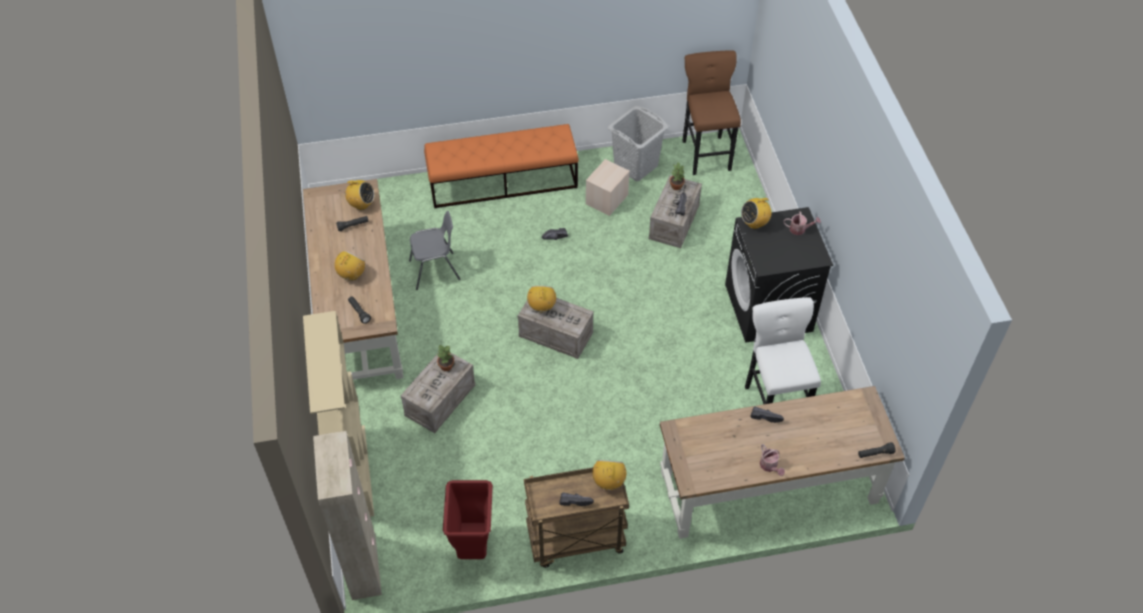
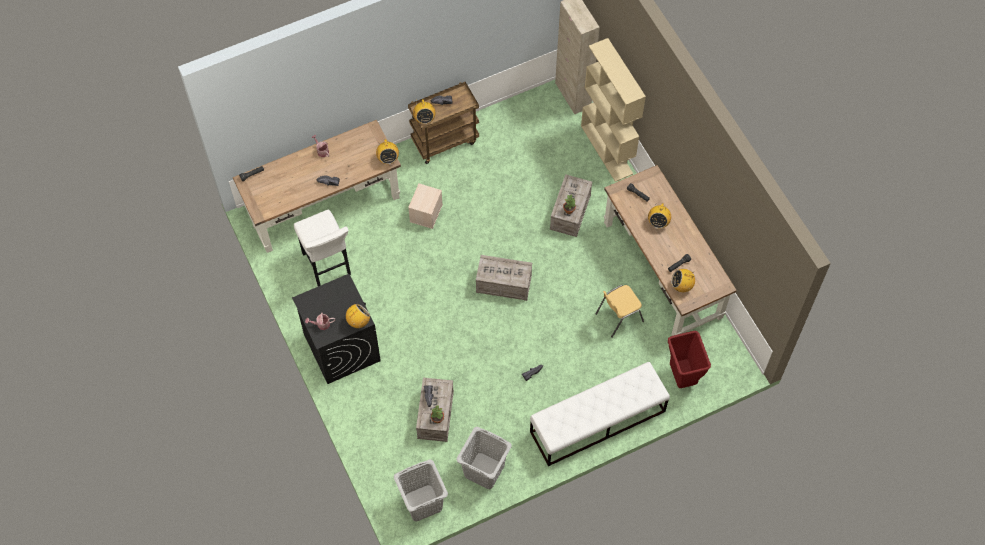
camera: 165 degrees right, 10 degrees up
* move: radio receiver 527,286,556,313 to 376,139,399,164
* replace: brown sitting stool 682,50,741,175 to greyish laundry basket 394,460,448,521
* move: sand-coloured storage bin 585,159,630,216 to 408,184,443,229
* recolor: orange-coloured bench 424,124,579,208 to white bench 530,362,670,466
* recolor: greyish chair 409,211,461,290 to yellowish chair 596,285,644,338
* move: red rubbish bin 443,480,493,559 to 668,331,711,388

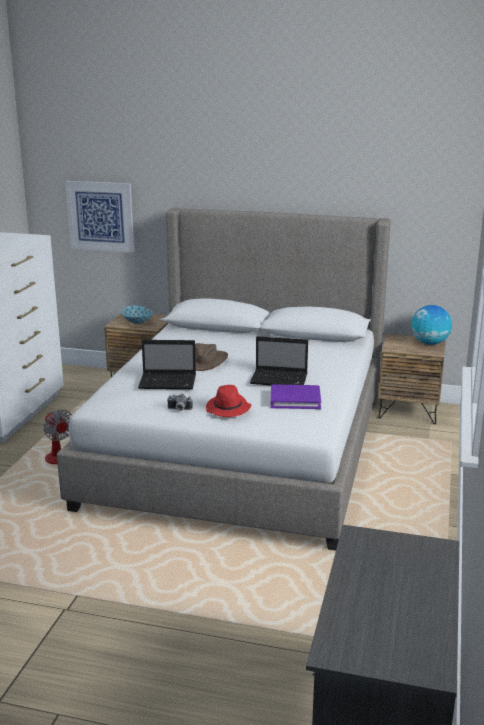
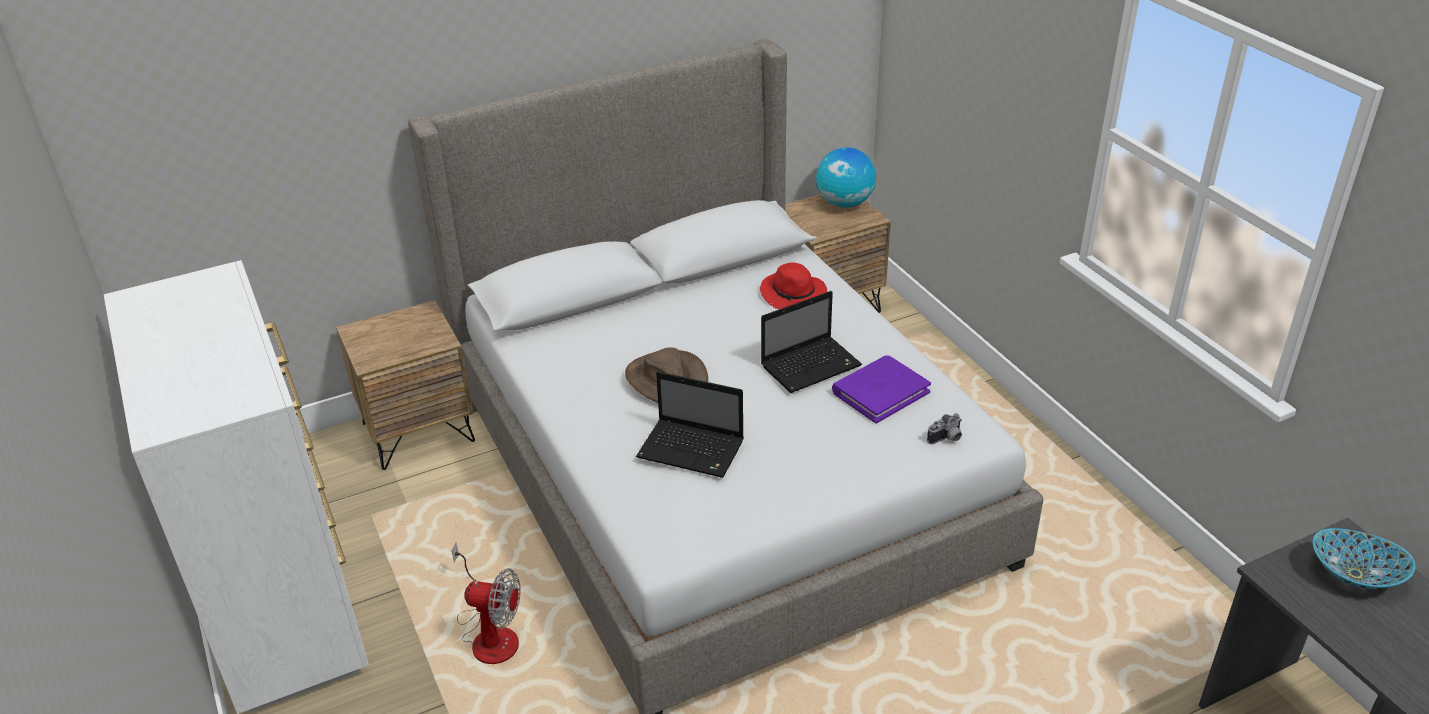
camera: 40 degrees left, 15 degrees up
* rotate: notebook computer 138,340,196,389 = 636,372,744,478 60 degrees clockwise
* move: red clothing hat 206,385,251,417 to 760,262,827,309
* move: still camera 168,394,193,411 to 927,413,962,444
* move: bowl 122,305,153,324 to 1312,528,1416,589
* delete: picture 65,181,134,253

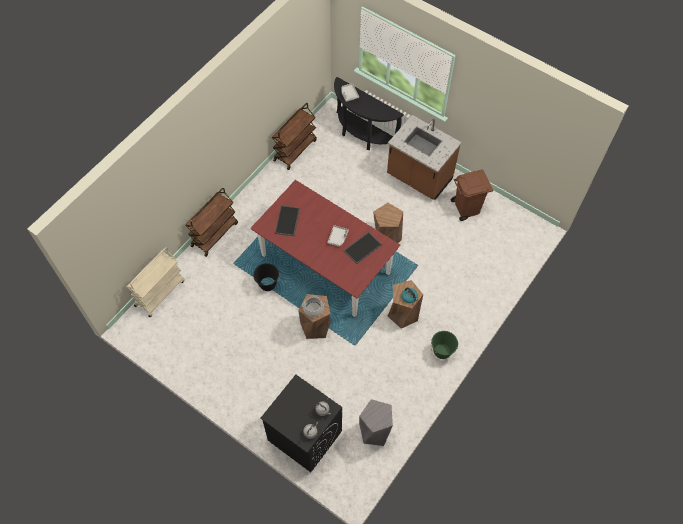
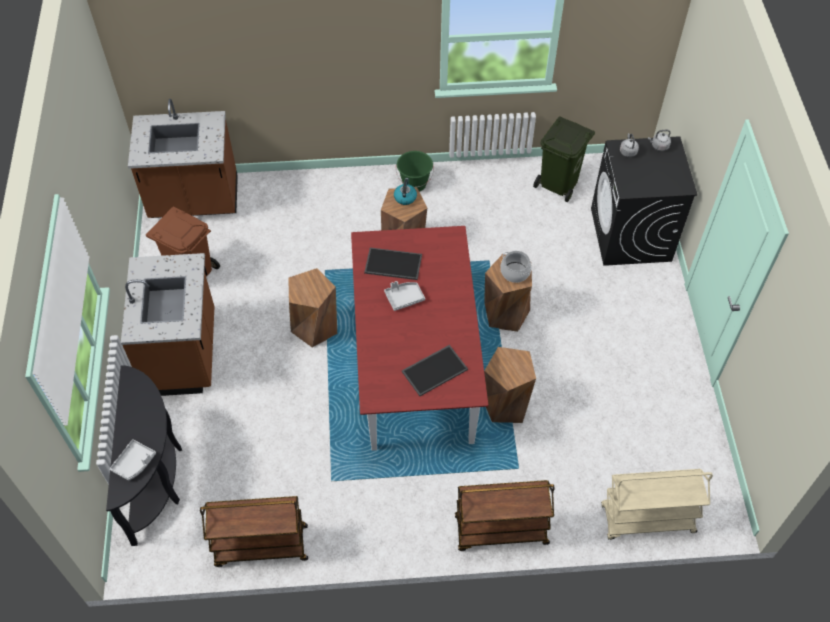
camera: 130 degrees left, 5 degrees down
* insert: brown counter 128,99,238,218
* replace: blackish bucket 253,263,280,291 to brown sitting stool 484,347,536,423
* replace: greyish sitting stool 359,399,393,446 to greenish rubbish bin 533,116,595,202

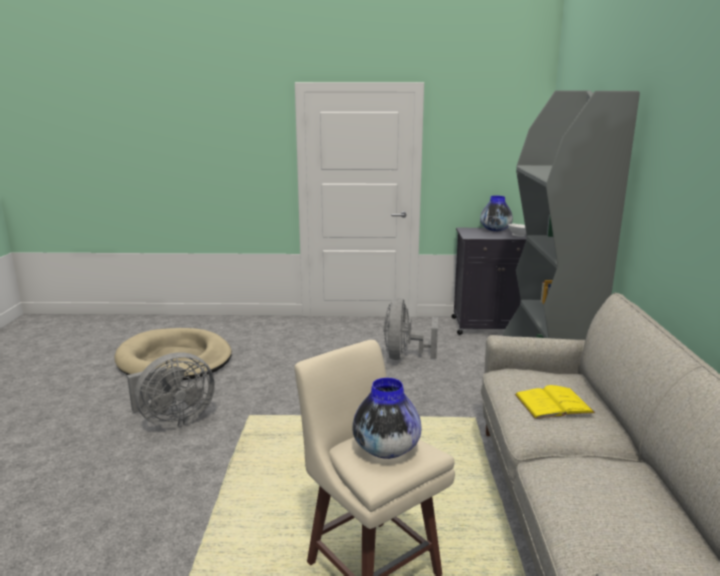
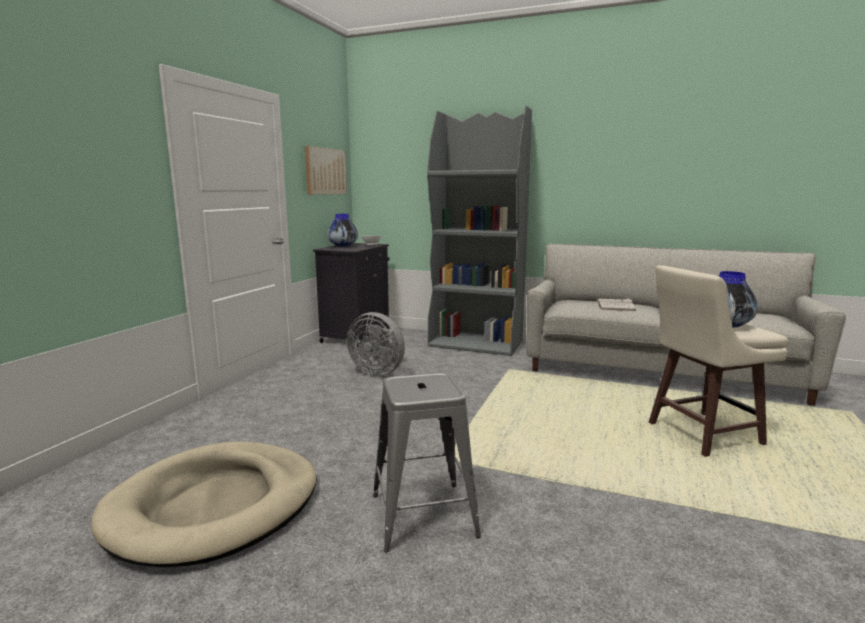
camera: 70 degrees left, 5 degrees down
* insert: picture 305,146,347,195
* replace: greyish fan 127,352,215,428 to greyish sitting stool 373,373,481,552
* recolor: yellowish bound book 515,385,595,419 to white bound book 596,298,636,311

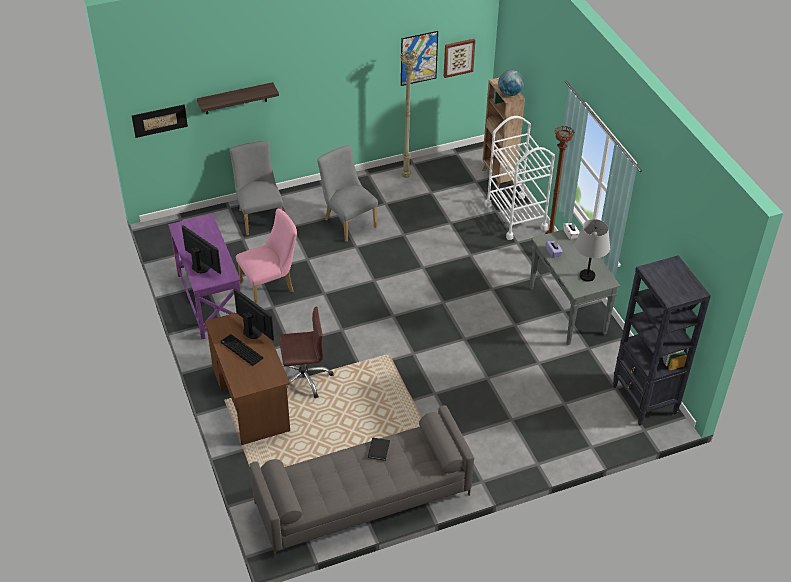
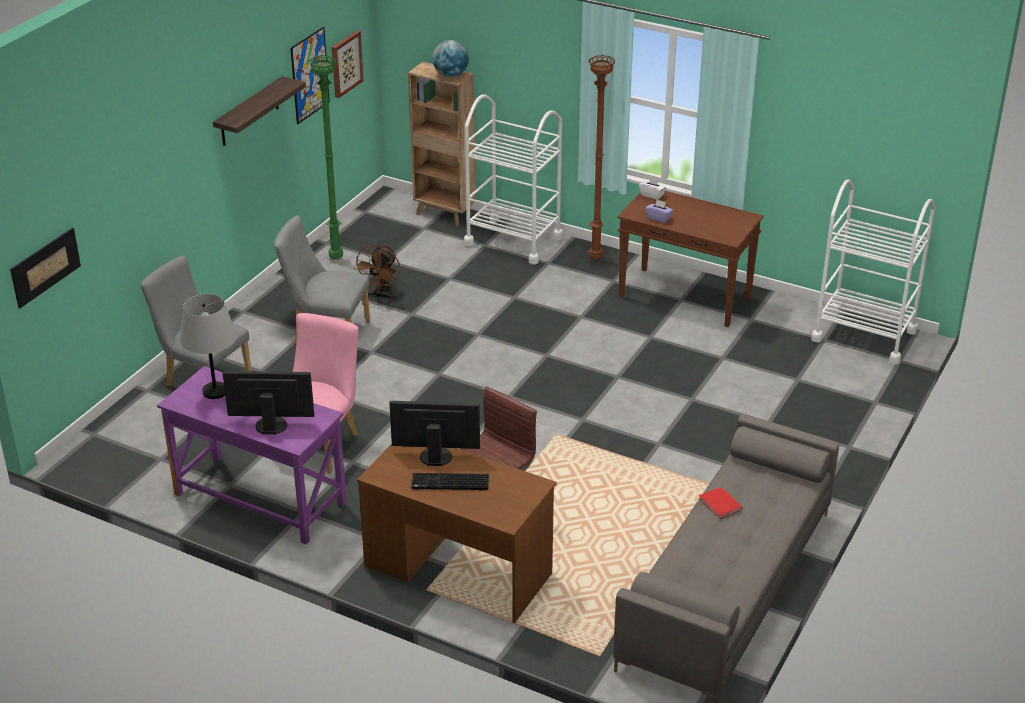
camera: 40 degrees left, 10 degrees down
* move: greyish lamp for a table 575,219,610,282 to 180,294,237,399
* move: shelf 197,82,279,114 to 213,76,306,146
* recolor: sand-coloured standing lamp 400,50,418,178 to greenish standing lamp 309,55,343,260
* insert: brown fan 354,245,401,301
* recolor: greyish console table 530,226,620,345 to brown console table 617,191,764,327
* recolor: blackish bound book 368,437,390,461 to red bound book 699,487,742,519
* replace: blackish bookshelf 613,255,711,426 to white cart 811,180,935,364

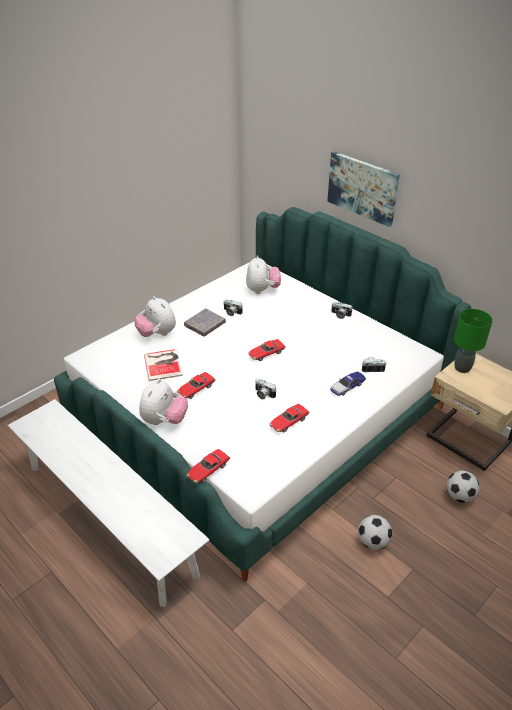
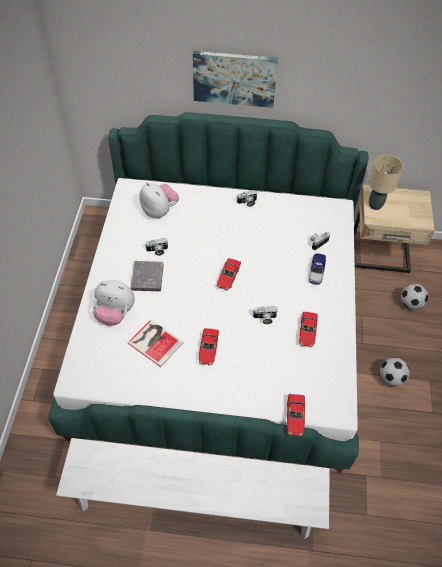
camera: 40 degrees left, 15 degrees up
* recolor: greenish lamp for a table 454,309,493,373 to sand-coloured lamp for a table 369,155,403,210
* delete: cuddly toy 139,379,188,425

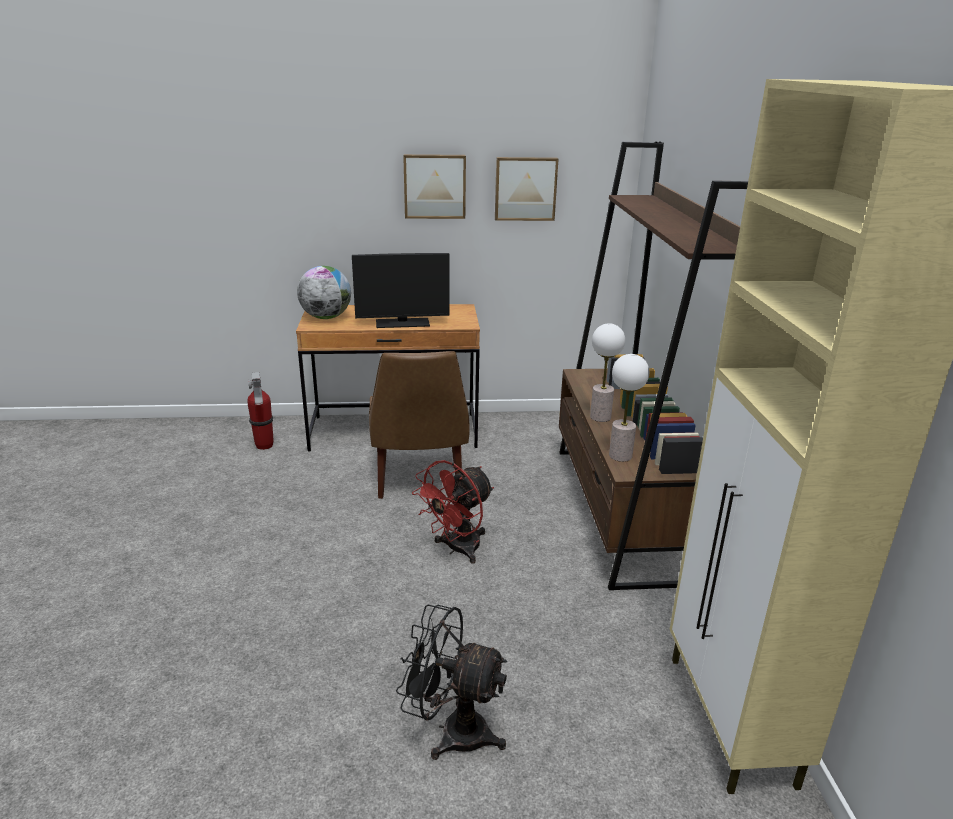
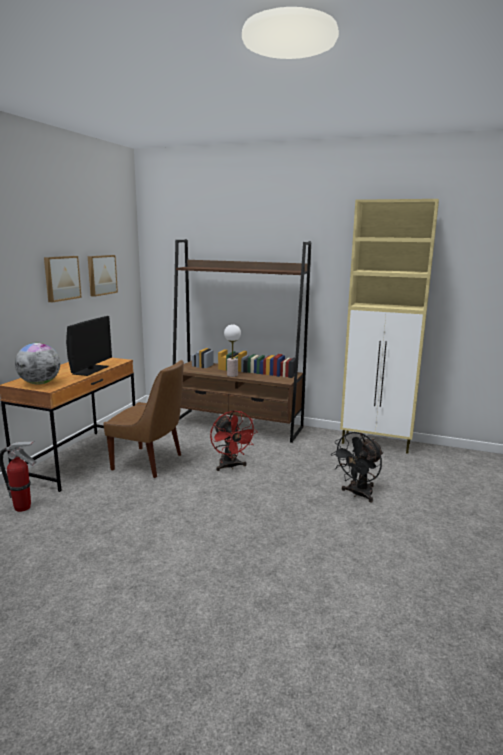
camera: 65 degrees left, 10 degrees down
* delete: lamp for a table 609,354,649,462

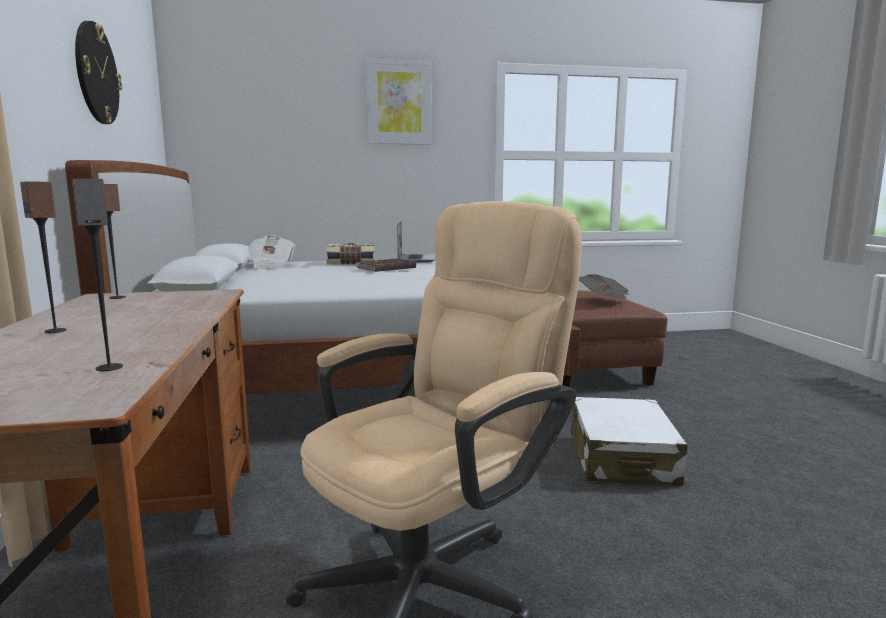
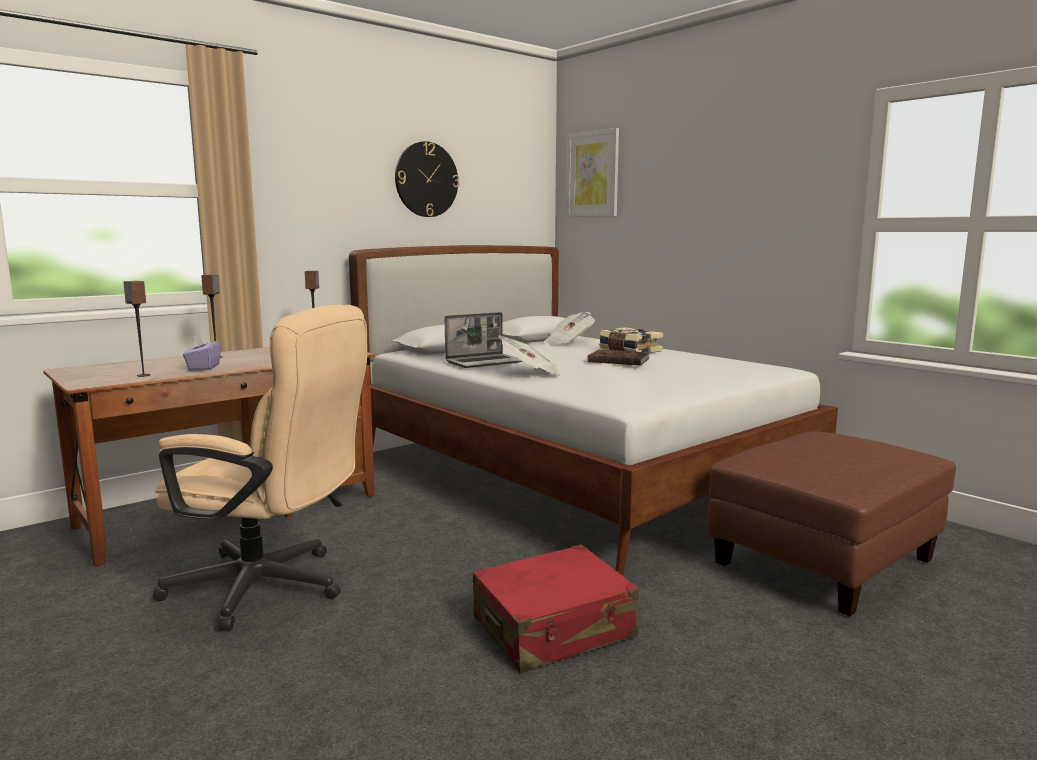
camera: 60 degrees right, 0 degrees up
* insert: purple-coloured tissue box 183,334,221,370
* move: notebook computer 397,221,435,263 to 445,312,522,368
* recolor: white travel case 571,397,688,486 to red travel case 473,544,639,673
* move: newspaper 579,274,629,299 to 498,335,560,376
* move: picture 366,59,432,145 to 566,128,619,217

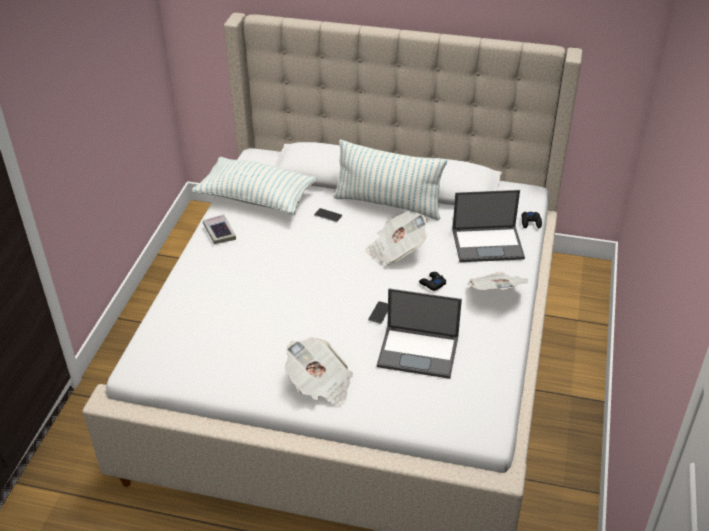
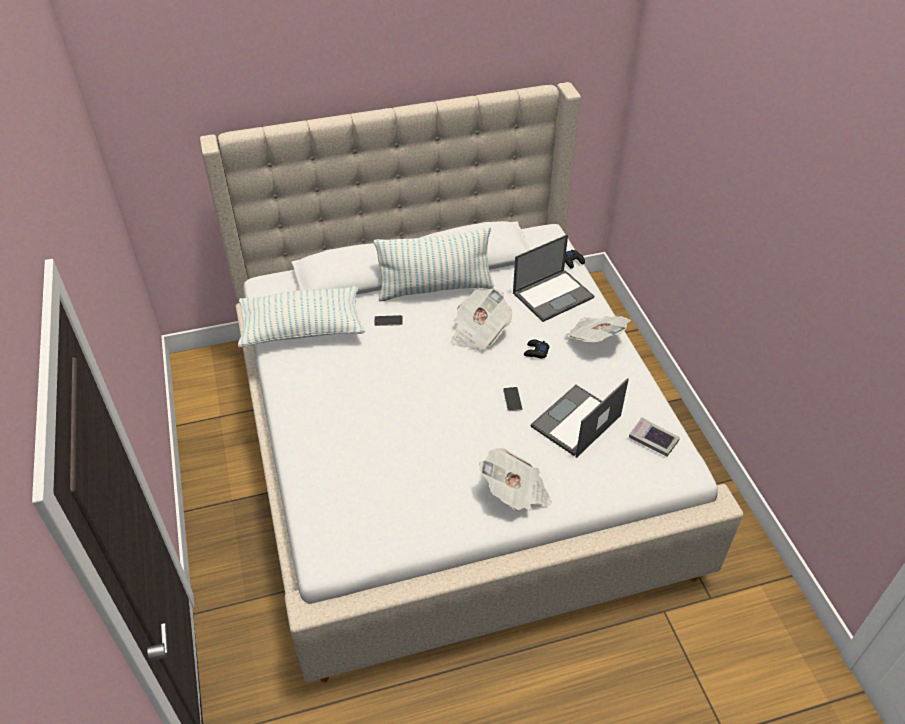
camera: 30 degrees left, 5 degrees up
* rotate: notebook computer 377,289,462,379 = 530,378,629,458 150 degrees clockwise
* move: bound book 203,214,236,244 to 629,417,680,457

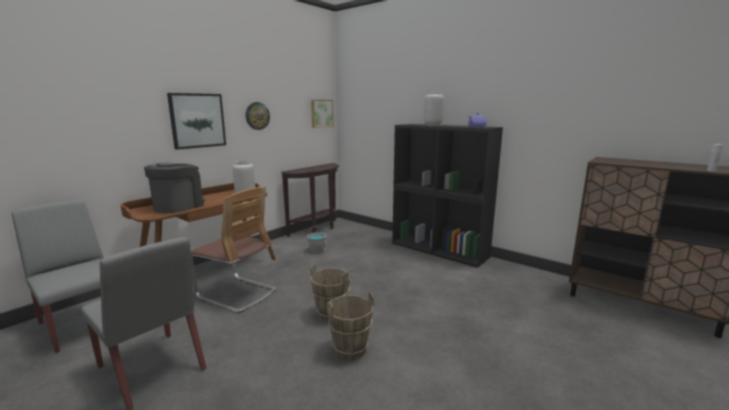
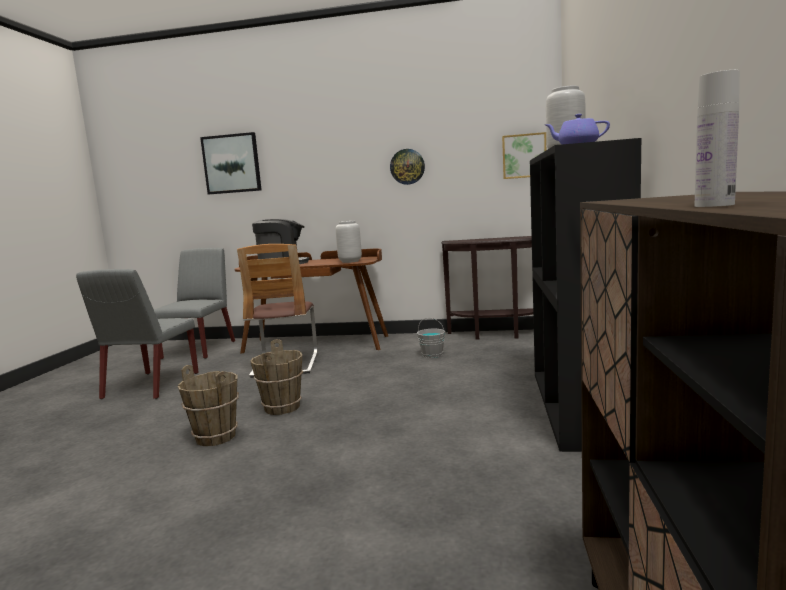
camera: 60 degrees right, 5 degrees down
* move: picture 167,93,226,150 to 200,132,262,194

